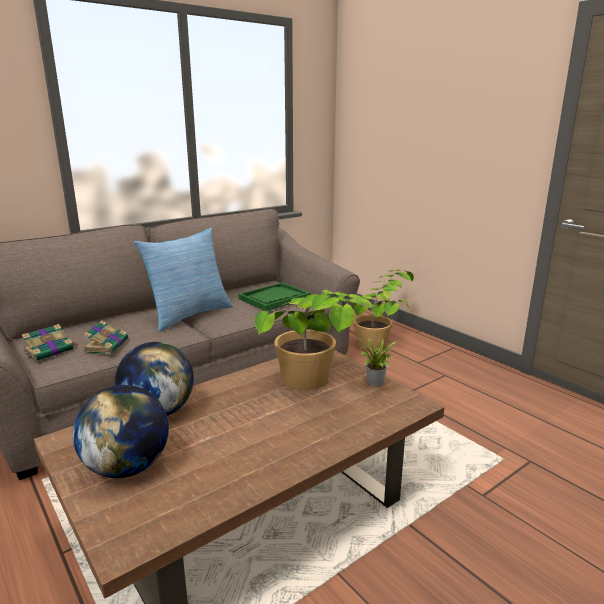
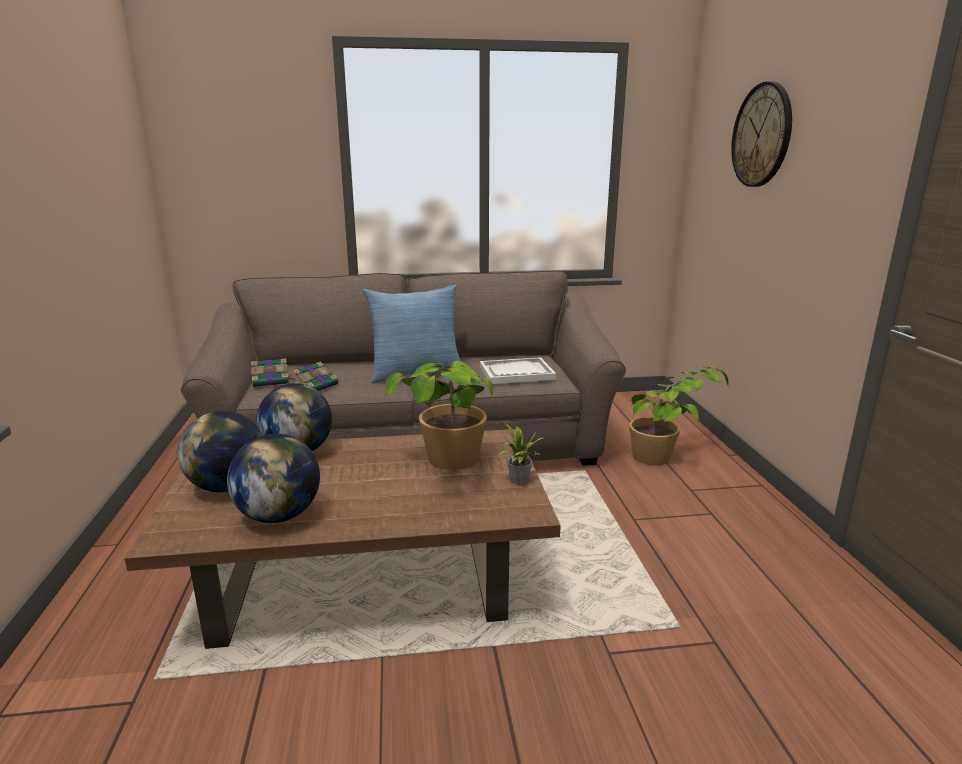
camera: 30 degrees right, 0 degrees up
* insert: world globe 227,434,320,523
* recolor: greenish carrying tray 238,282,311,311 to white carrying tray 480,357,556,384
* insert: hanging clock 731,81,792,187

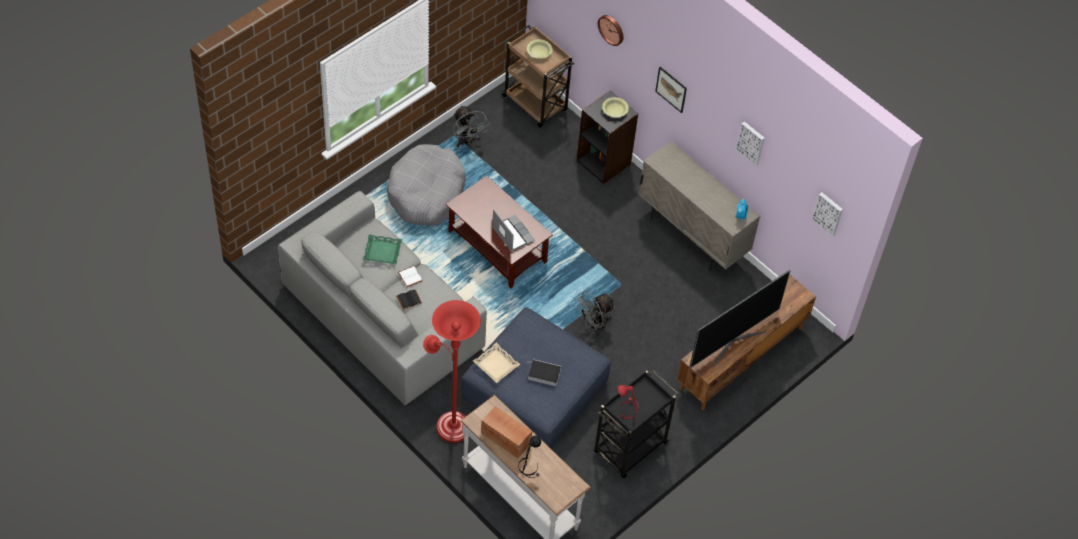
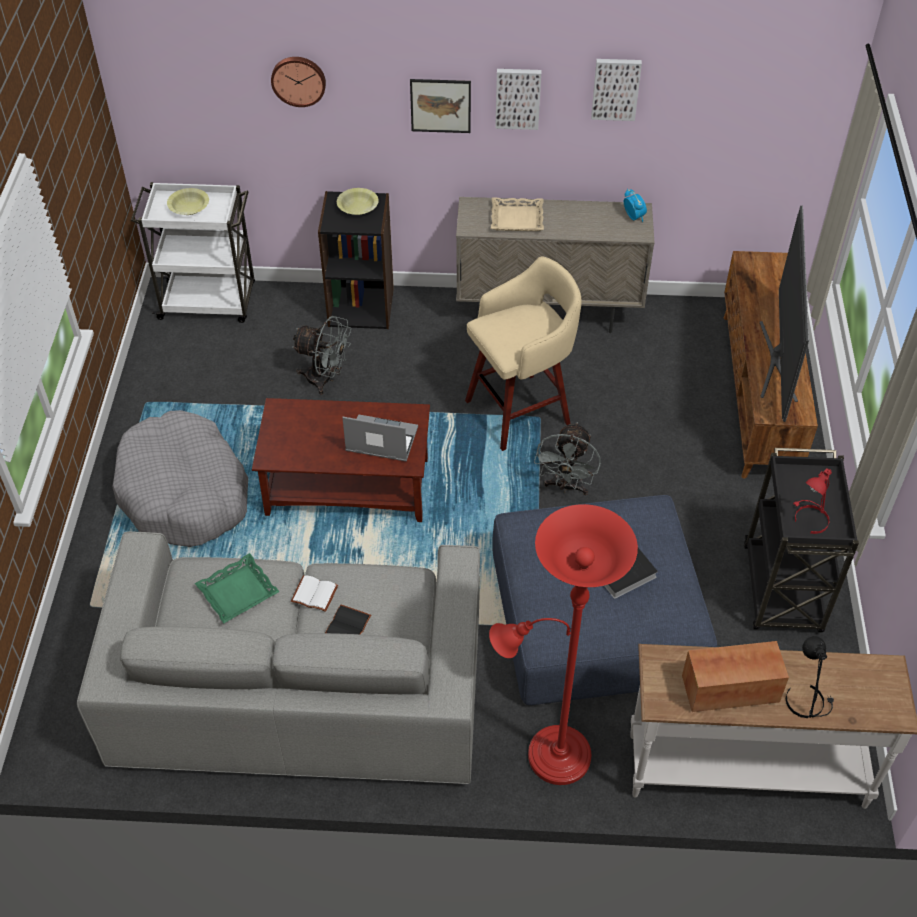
camera: 40 degrees left, 5 degrees down
* recolor: brown cart 501,25,574,127 to white cart 131,182,255,323
* move: greyish fan 453,105,490,147 to 292,316,351,395
* insert: sand-coloured sitting stool 465,256,582,451
* move: sand-coloured carrying tray 473,343,520,383 to 491,198,544,231
* move: picture 812,192,843,237 to 495,69,541,130

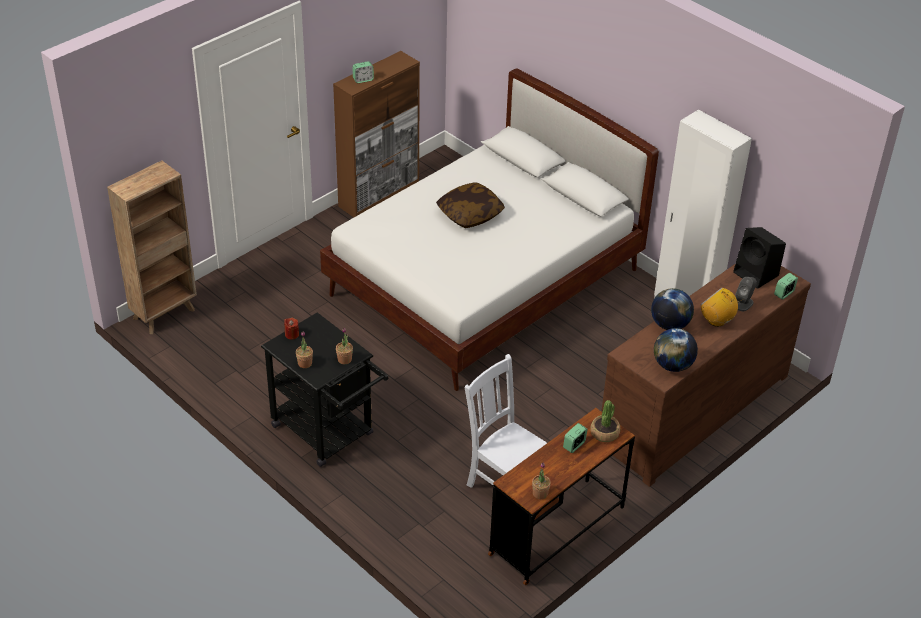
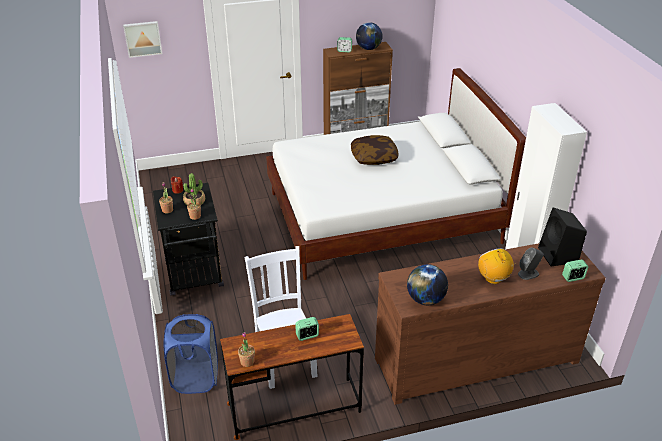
camera: 30 degrees right, 5 degrees down
* insert: picture 123,21,163,58
* insert: bluish laundry basket 164,314,218,394
* move: plant in a pot 591,400,620,442 to 183,173,205,205
* move: world globe 651,288,694,330 to 356,22,383,50
* delete: brown bookshelf 107,160,197,334

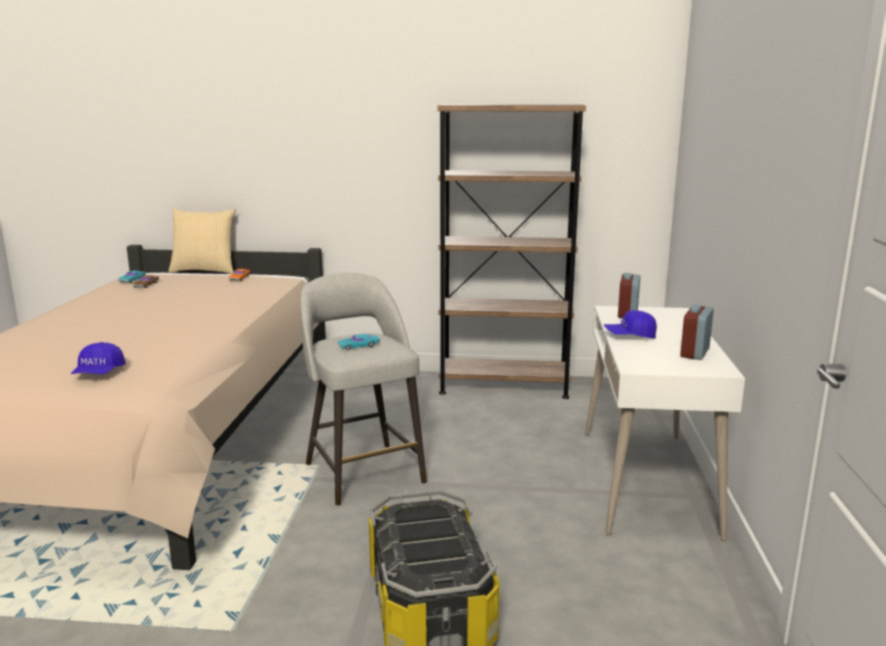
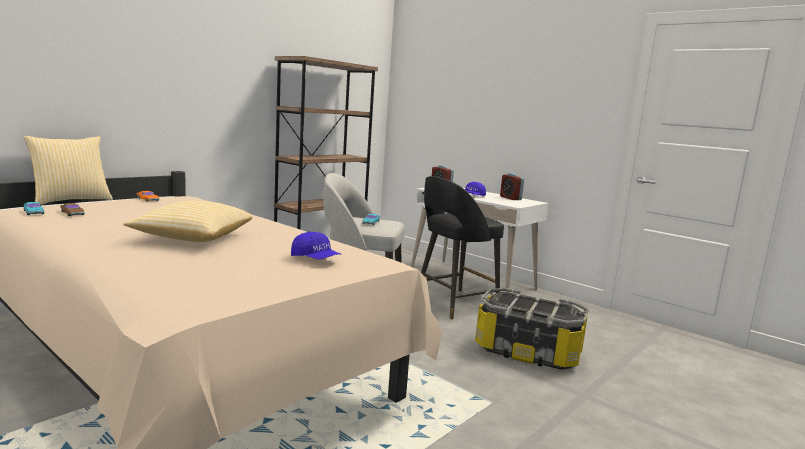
camera: 55 degrees left, 5 degrees down
* insert: cushion 123,201,253,242
* insert: blackish sitting stool 421,176,504,319

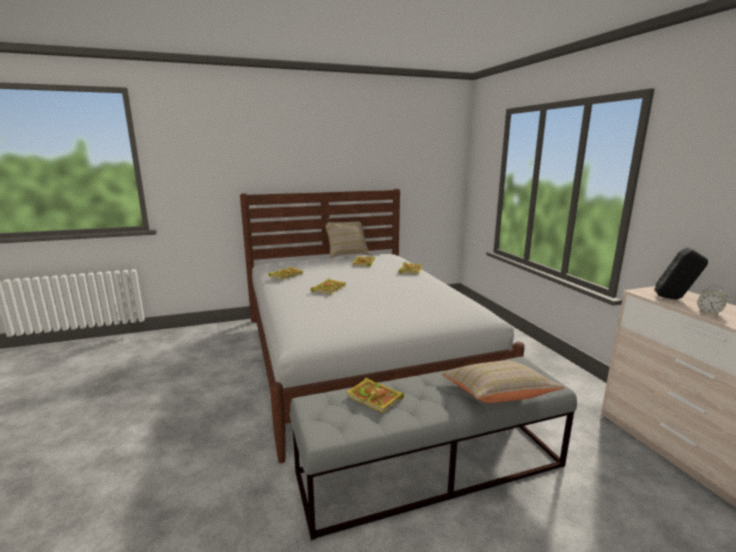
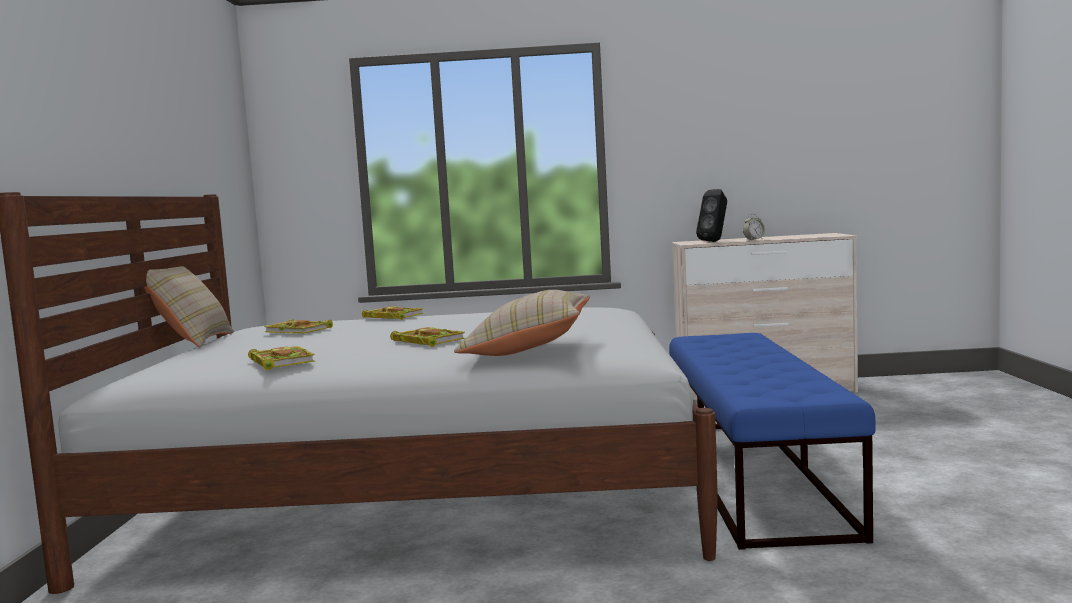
camera: 70 degrees left, 10 degrees down
* move: sand-coloured cushion 441,361,564,403 to 454,290,590,356
* recolor: greyish bench 289,357,577,540 to bluish bench 669,333,876,550
* delete: bound book 347,378,404,413

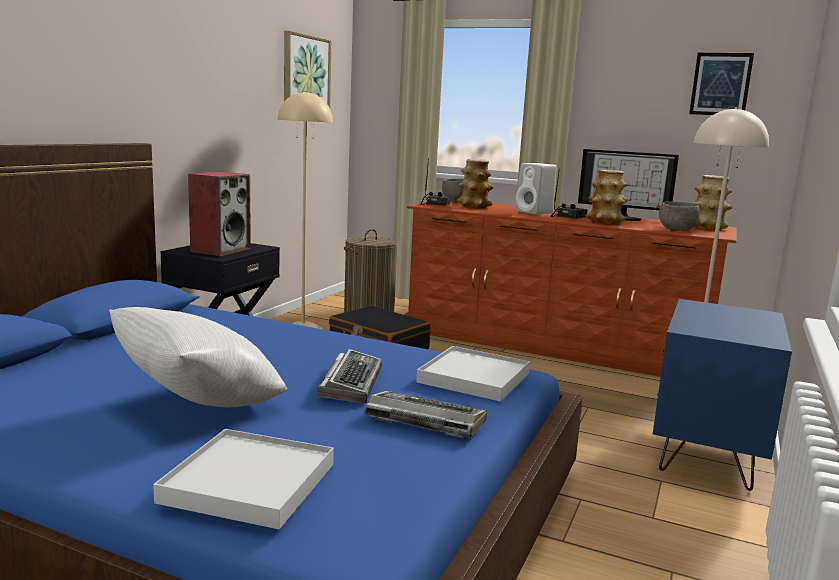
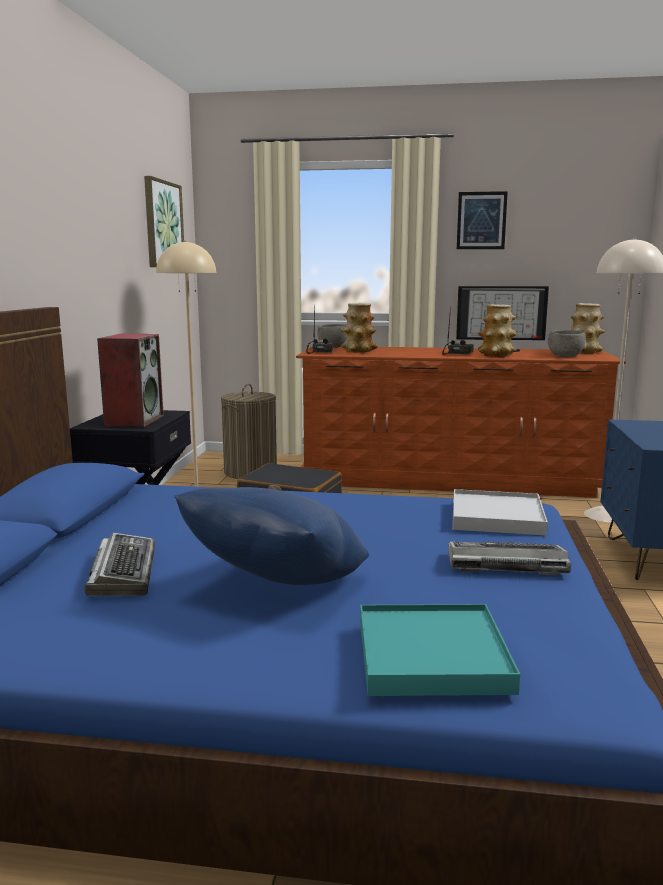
camera: 15 degrees left, 0 degrees up
* move: PC keyboard 317,349,382,404 to 84,533,155,596
* recolor: white cushion 109,307,287,408 to bluish cushion 174,487,369,585
* recolor: white carrying tray 153,429,334,529 to turquoise-coloured carrying tray 360,604,520,696
* move: picture 689,53,754,115 to 457,191,508,249
* delete: white audio speaker 515,163,557,214

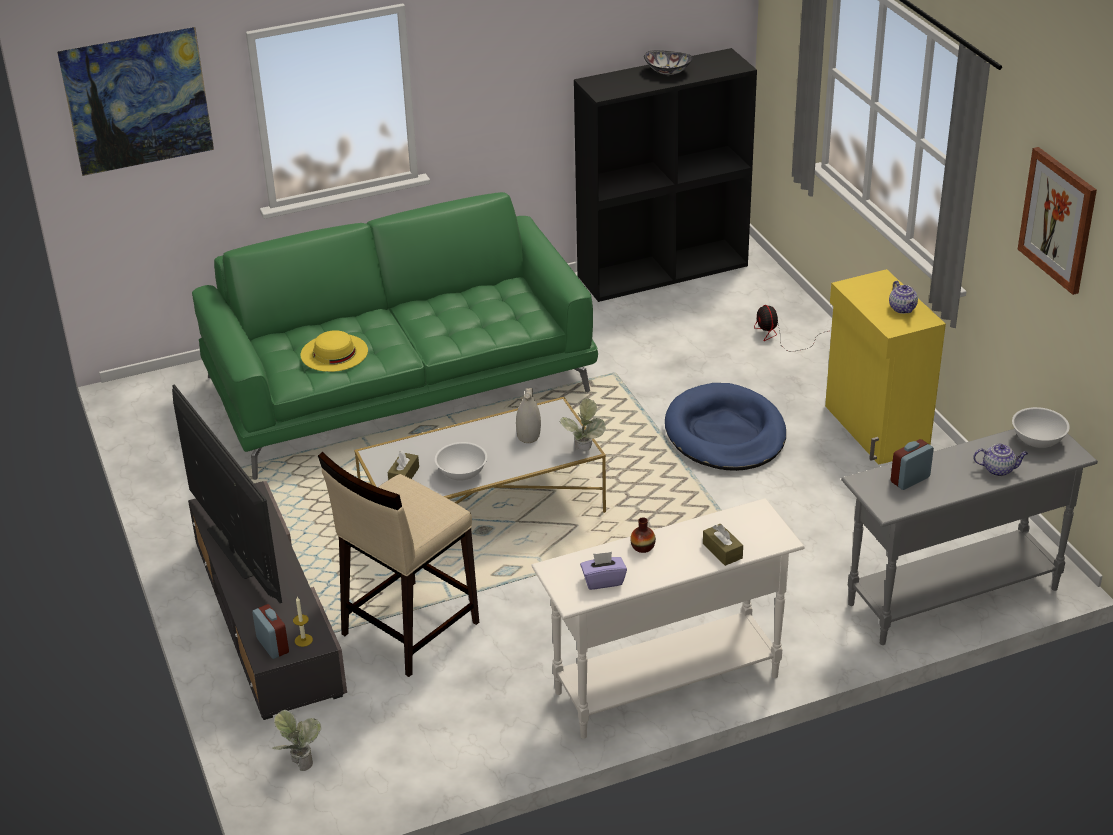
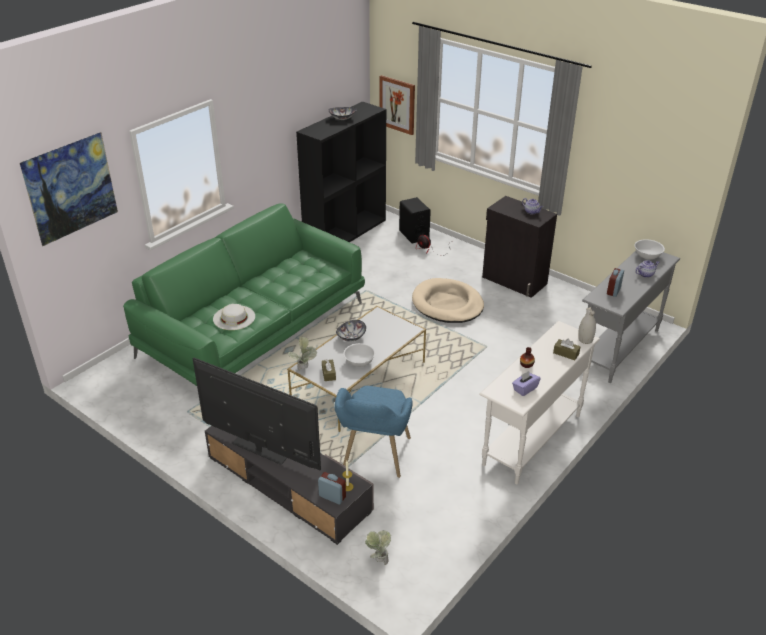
camera: 30 degrees left, 0 degrees up
* recolor: yellowish clothing hat 301,330,368,372 to white clothing hat 213,304,255,330
* move: plant in a pot 559,398,606,450 to 288,337,317,370
* replace: sand-coloured sitting stool 318,452,479,677 to bluish easy chair 334,386,413,478
* insert: bowl 336,320,366,342
* move: picture 1018,147,1097,295 to 379,75,415,135
* insert: blackish audio speaker 399,197,431,243
* recolor: bluish dog bed 665,383,786,471 to sand-coloured dog bed 412,278,484,323
* recolor: yellowish cupboard 825,269,946,465 to blackish cupboard 482,196,557,297
* move: white vase 516,388,541,443 to 578,307,596,344

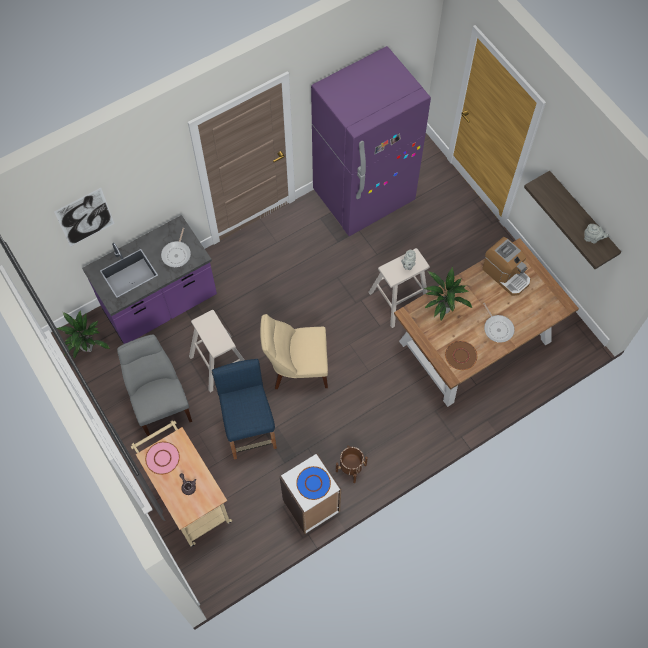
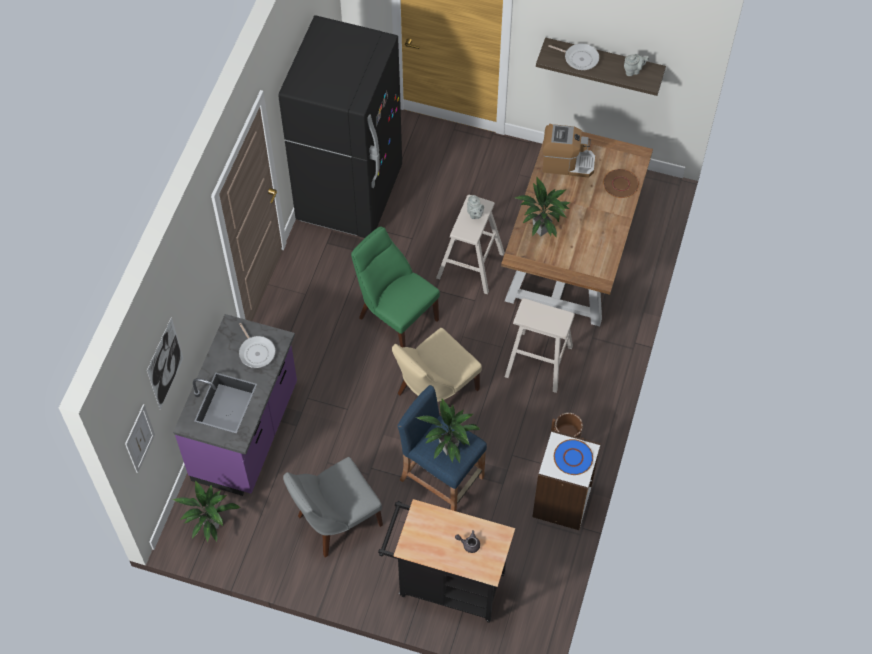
camera: 40 degrees left, 5 degrees down
* insert: picture 125,404,155,473
* recolor: purple-coloured kitchen fridge 311,46,431,236 to blackish kitchen fridge 278,15,402,238
* rotate: greyish chair 117,334,192,436 = 283,457,383,557 60 degrees counterclockwise
* insert: greenish chair 351,226,440,348
* recolor: sand-coloured cart 131,420,232,547 to blackish cart 378,499,515,623
* insert: plant in a pot 416,399,480,463
* move: sand-coloured sitting stool 189,310,244,392 to 505,298,575,393
* move: skillet 483,303,515,343 to 548,43,599,70
* move: brown plate 445,341,477,370 to 603,169,639,198
* delete: pink plate 145,442,180,475

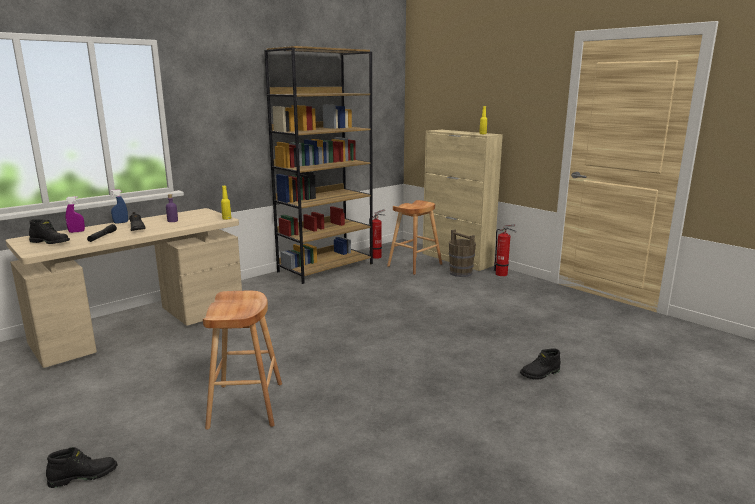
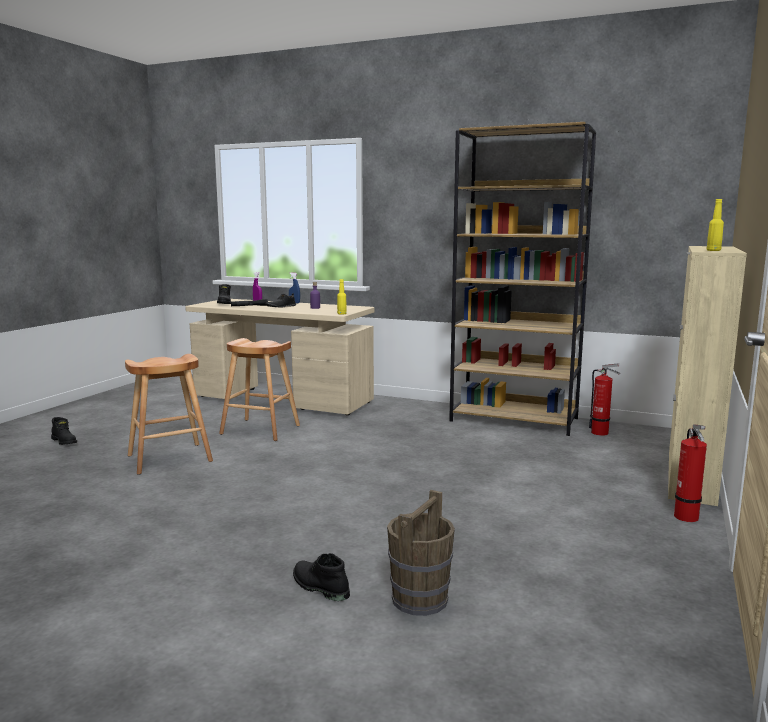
camera: 65 degrees right, 5 degrees down
* move: brown sitting stool 387,200,442,275 to 219,338,300,441
* move: brown bucket 449,229,476,277 to 387,490,455,616

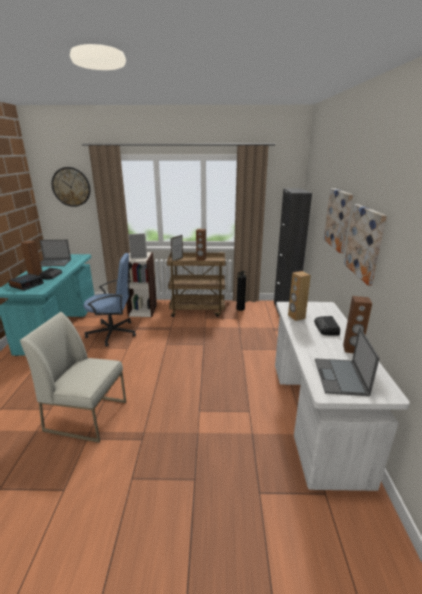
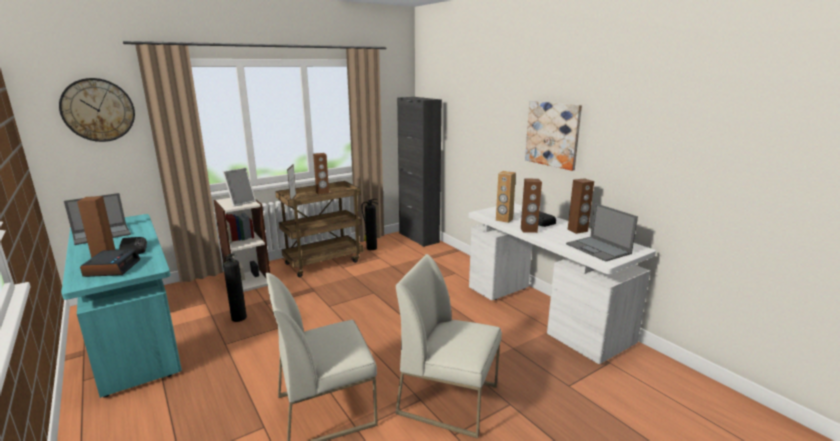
camera: 35 degrees left, 5 degrees down
* replace: bluish computer chair 83,253,136,346 to extinguisher 223,253,247,322
* insert: white chair 395,254,502,438
* insert: brown audio speaker 521,179,542,233
* delete: picture 323,188,353,253

